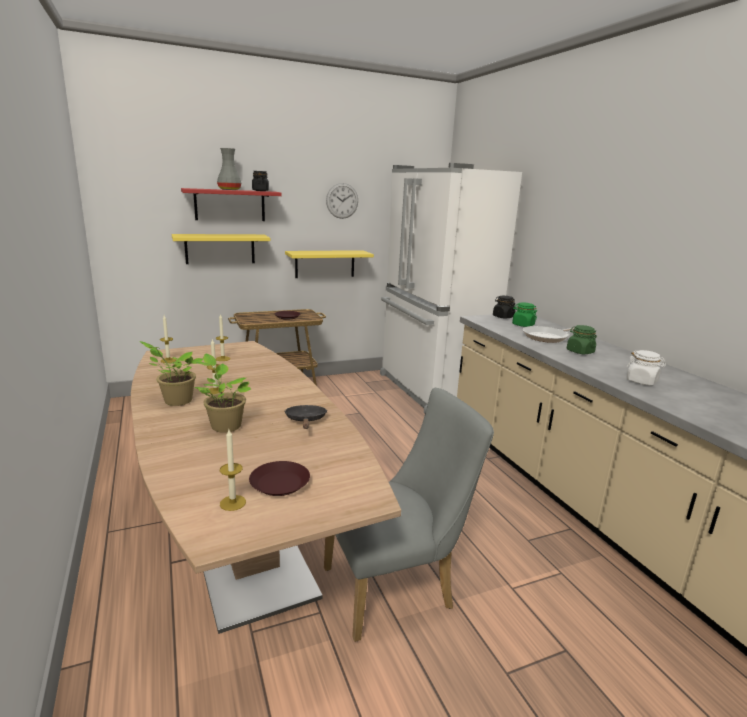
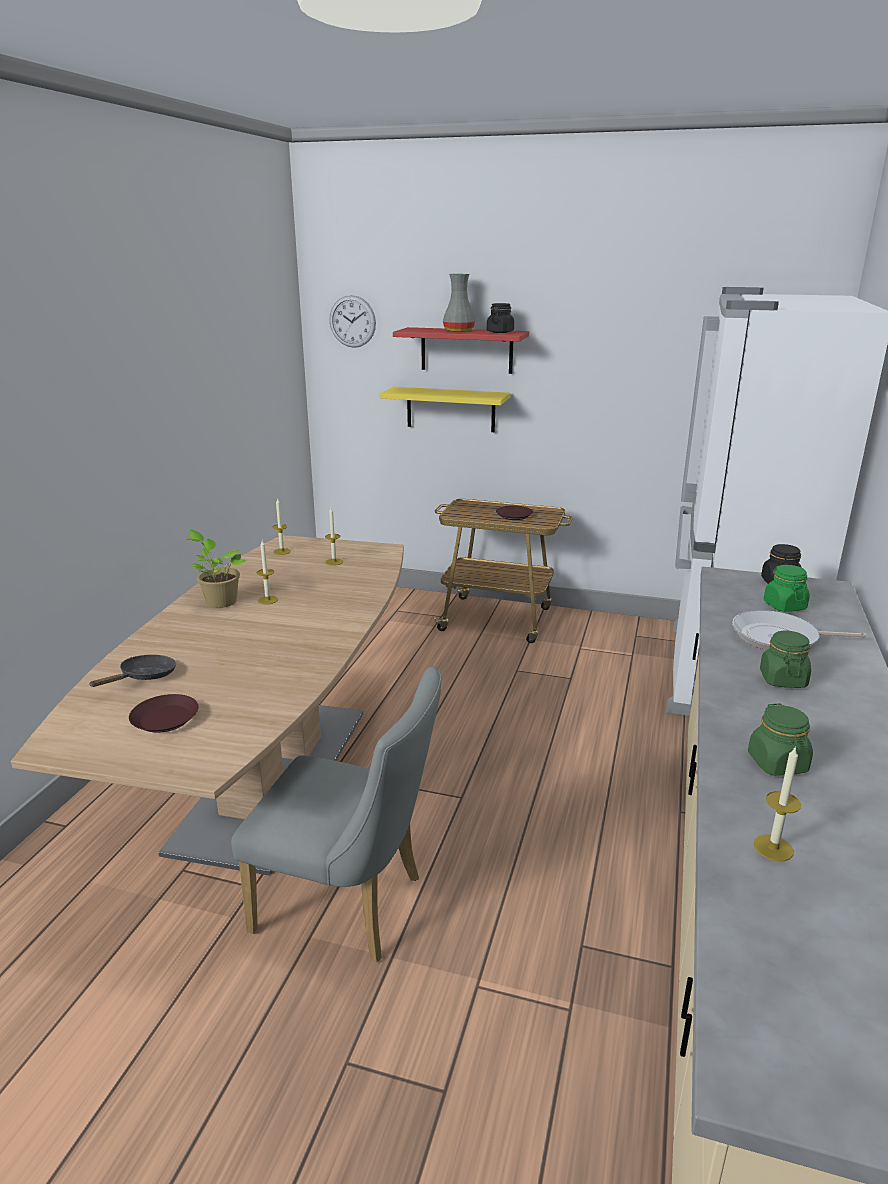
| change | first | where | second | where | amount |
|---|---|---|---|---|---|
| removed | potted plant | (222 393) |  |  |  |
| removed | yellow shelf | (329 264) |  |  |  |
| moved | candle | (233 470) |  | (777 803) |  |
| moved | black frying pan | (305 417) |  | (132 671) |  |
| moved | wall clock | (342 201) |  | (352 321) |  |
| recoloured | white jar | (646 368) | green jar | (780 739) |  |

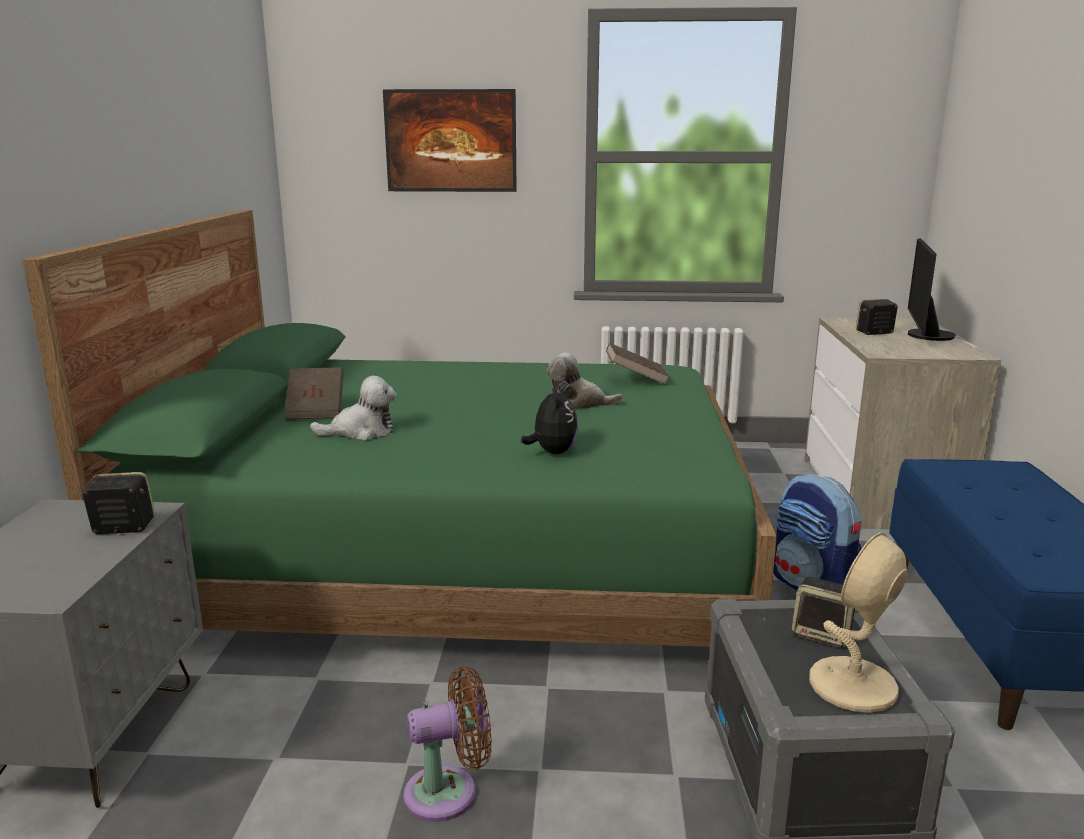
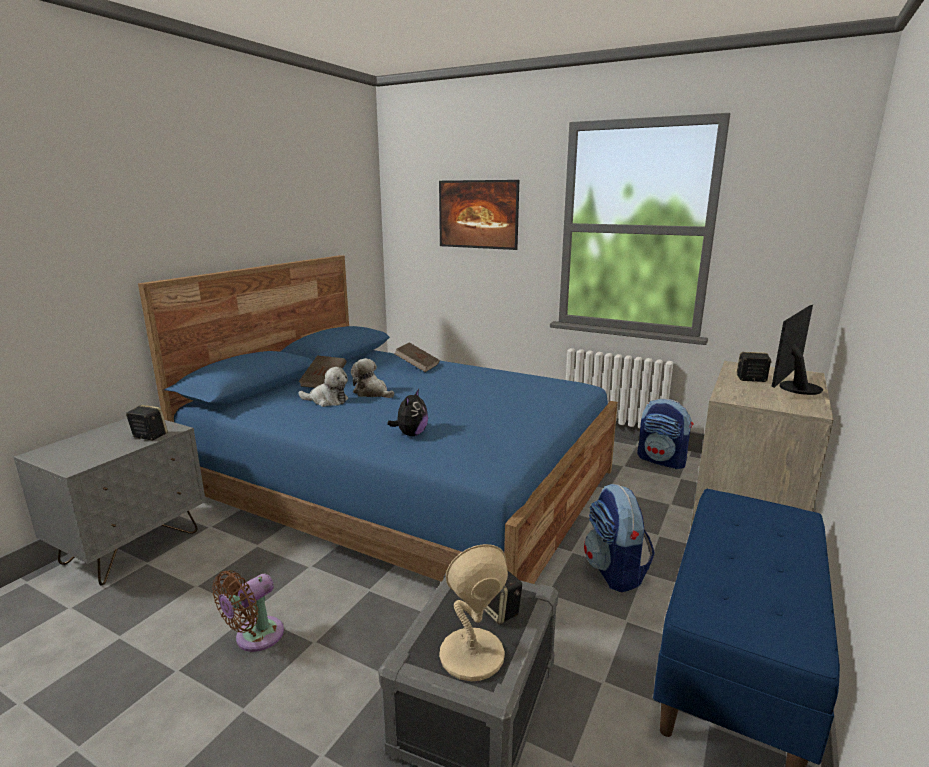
| change | first | where | second | where | amount |
|---|---|---|---|---|---|
| added |  |  | backpack | (665 434) |  |
| moved | plush toy | (584 381) |  | (372 378) |  |
| moved | brown book | (638 364) |  | (417 357) |  |
| recoloured | green bed | (399 428) | blue bed | (378 419) |  |
| turned | brown fan | (447 744) |  | (248 611) | 120 degrees clockwise |

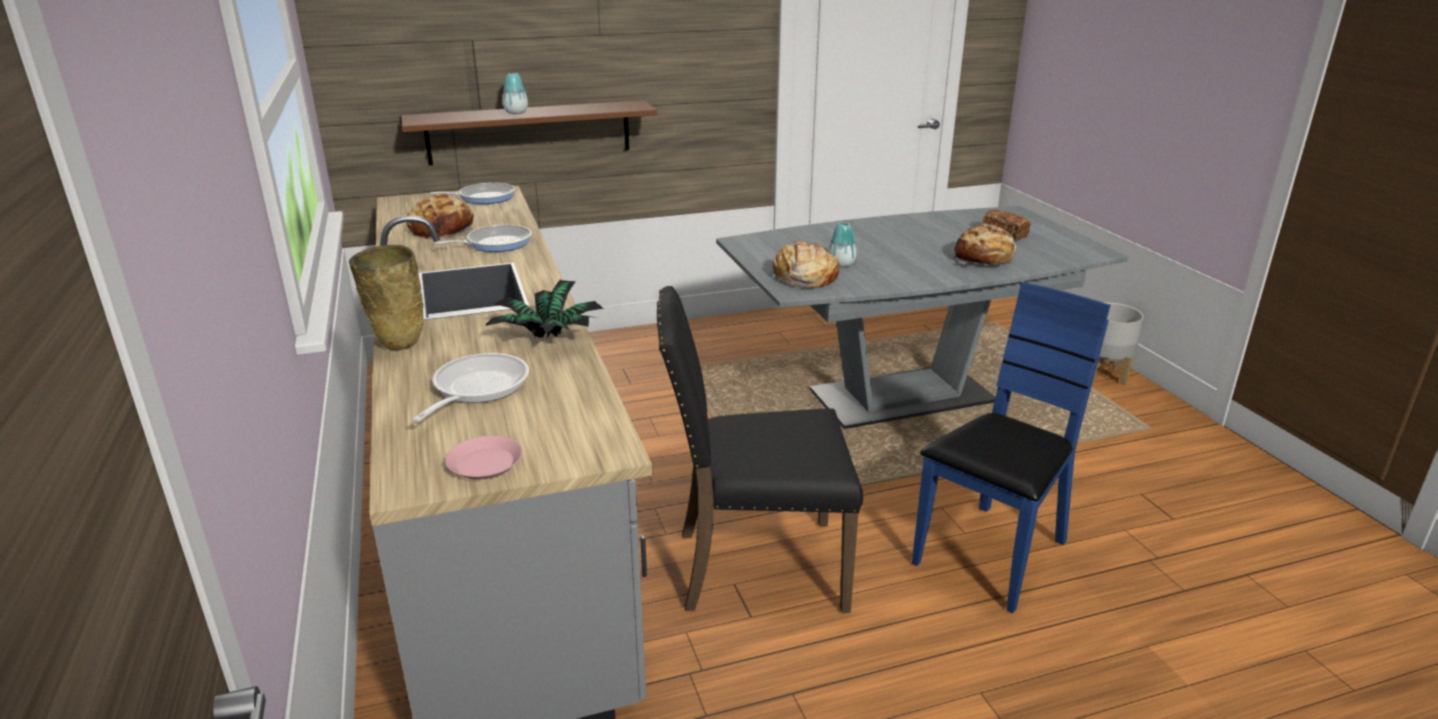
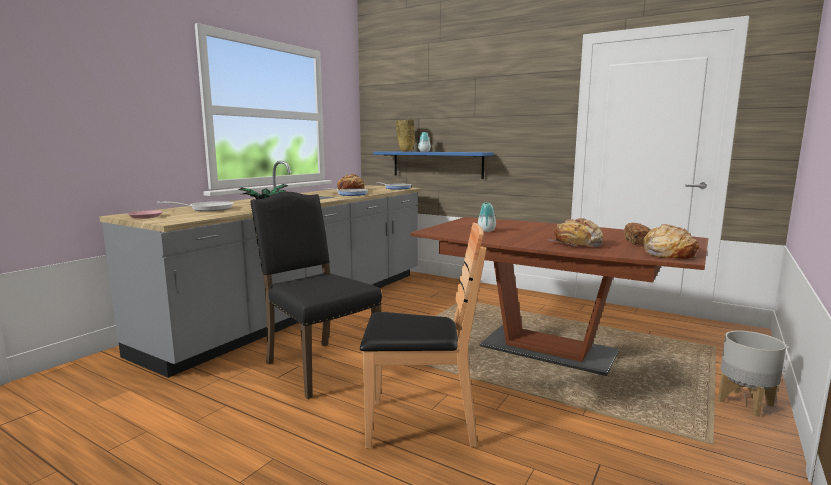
| change | first | where | second | where | amount |
|---|---|---|---|---|---|
| moved | beige vase | (386 297) |  | (405 135) |  |
| moved | bread | (805 264) |  | (671 241) |  |
| recoloured | brown shelf | (529 132) | blue shelf | (433 165) |  |
| recoloured | grey dining table | (922 317) | brown dining table | (559 296) |  |
| recoloured | blue chair | (1011 447) | brown chair | (423 335) |  |

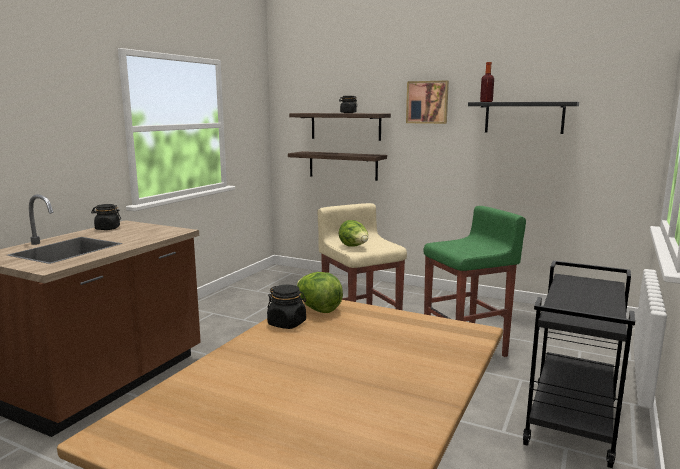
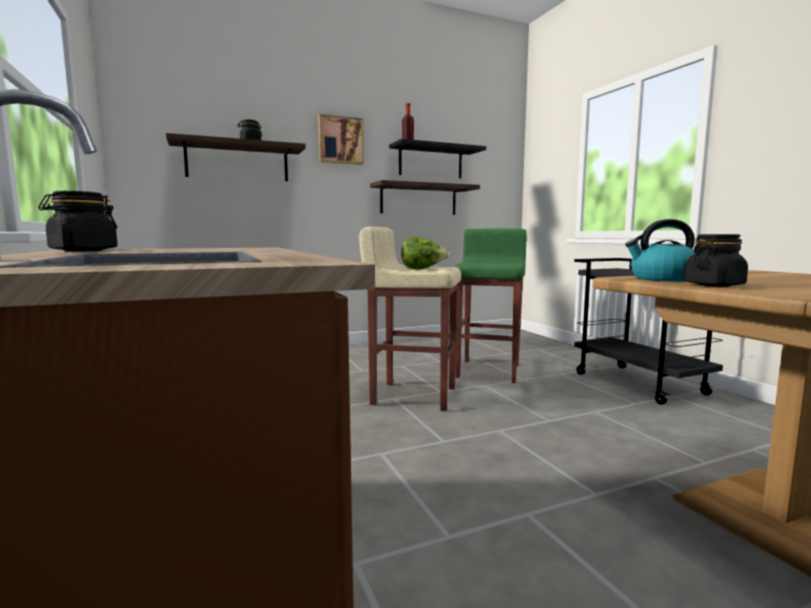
| change | first | where | second | where | amount |
|---|---|---|---|---|---|
| moved | shelf | (337 166) |  | (425 197) |  |
| replaced | lettuce | (320 292) | kettle | (660 250) |  |

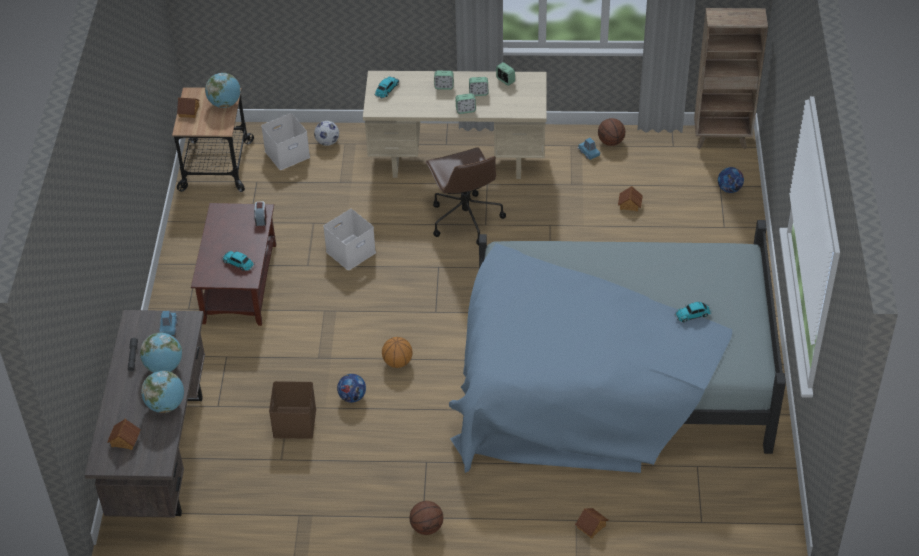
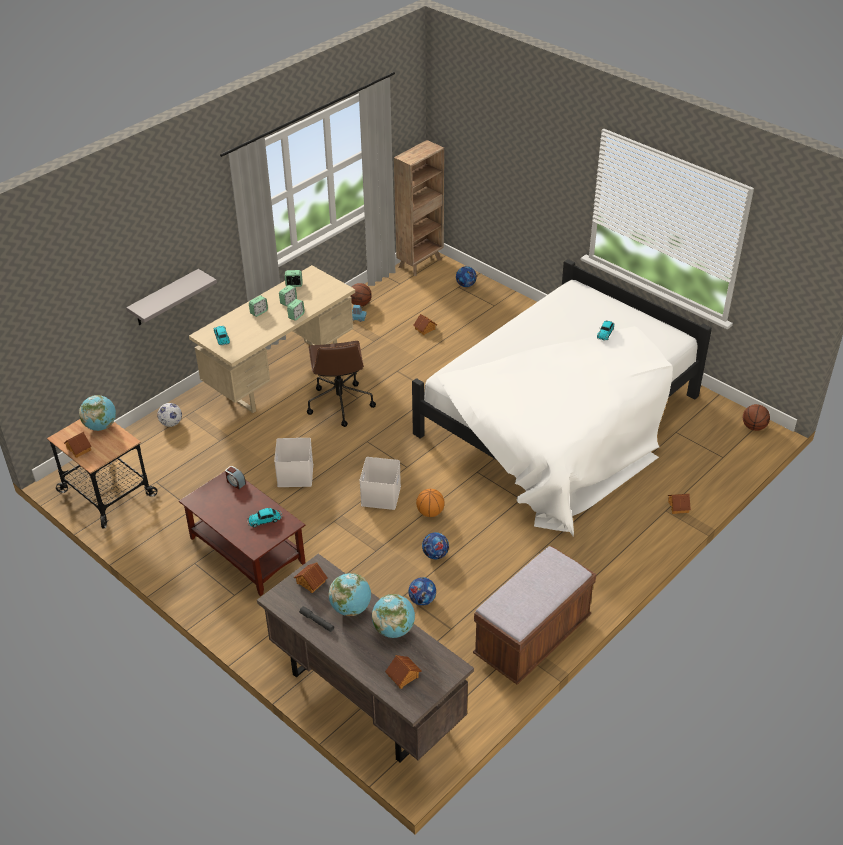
| change | first | where | second | where | amount |
|---|---|---|---|---|---|
| added |  |  | grey shelf | (171 297) |  |
| added |  |  | brown bench | (534 615) |  |
| moved | white storage box | (285 141) |  | (380 483) |  |
| moved | basketball | (426 518) |  | (756 417) |  |
| replaced | blue toy car | (168 323) | toy house | (310 577) |  |
| replaced | brown storage box | (292 410) | football | (422 591) |  |
| recoloured | blue bed | (617 346) | white bed | (562 397) |  |
| turned | brown office chair | (466 196) |  | (341 384) | 60 degrees clockwise |

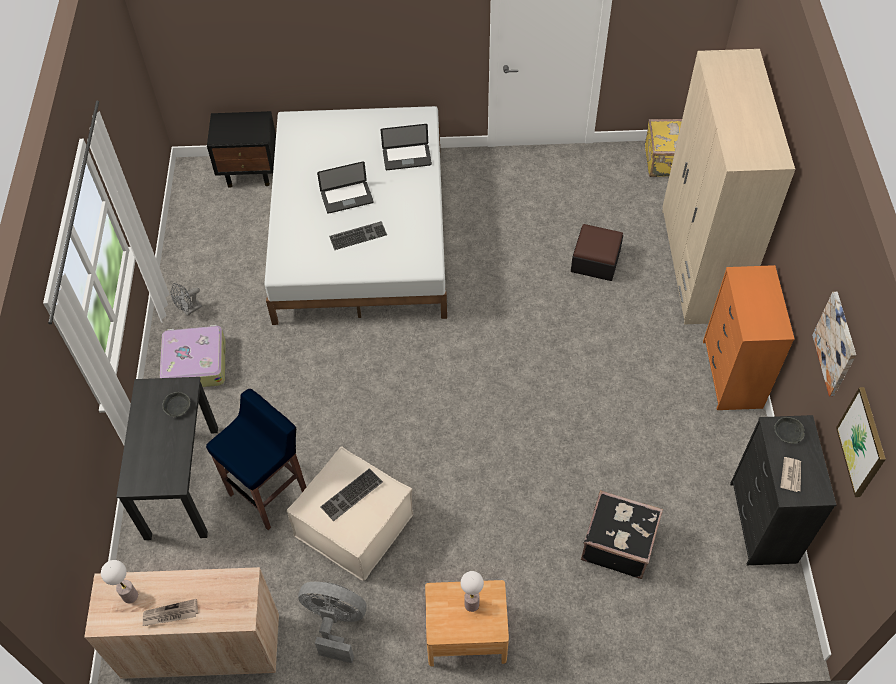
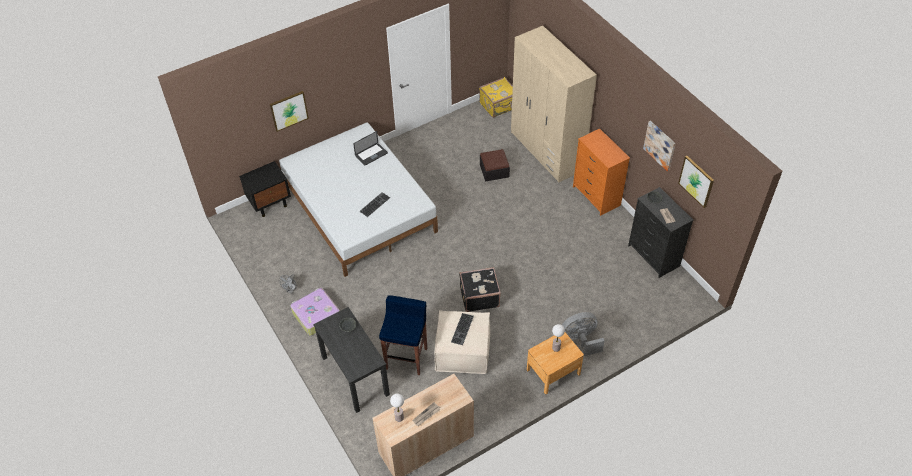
| change | first | where | second | where | amount |
|---|---|---|---|---|---|
| removed | laptop | (345 187) |  |  |  |
| added |  |  | picture | (289 111) |  |
| moved | grey fan | (332 622) |  | (583 334) |  |
| moved | black suitcase | (622 534) |  | (480 289) |  |

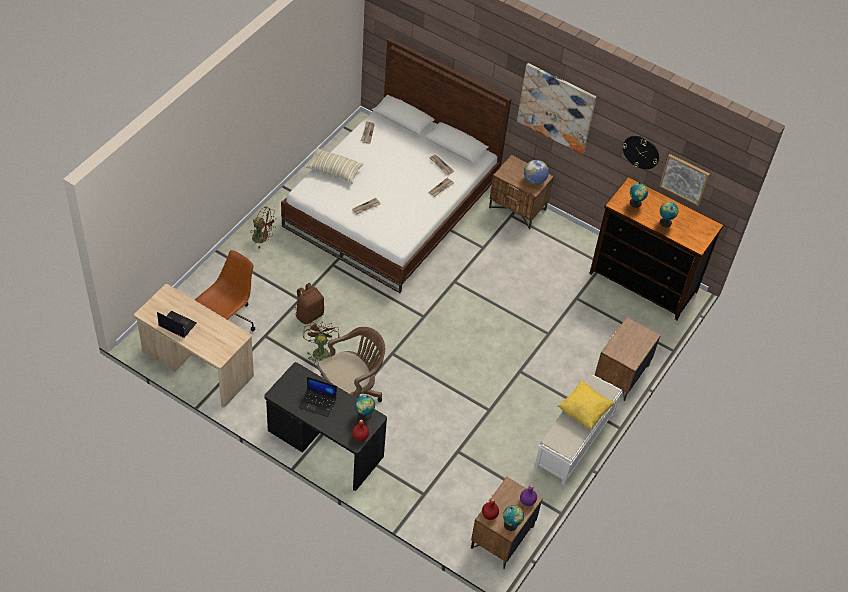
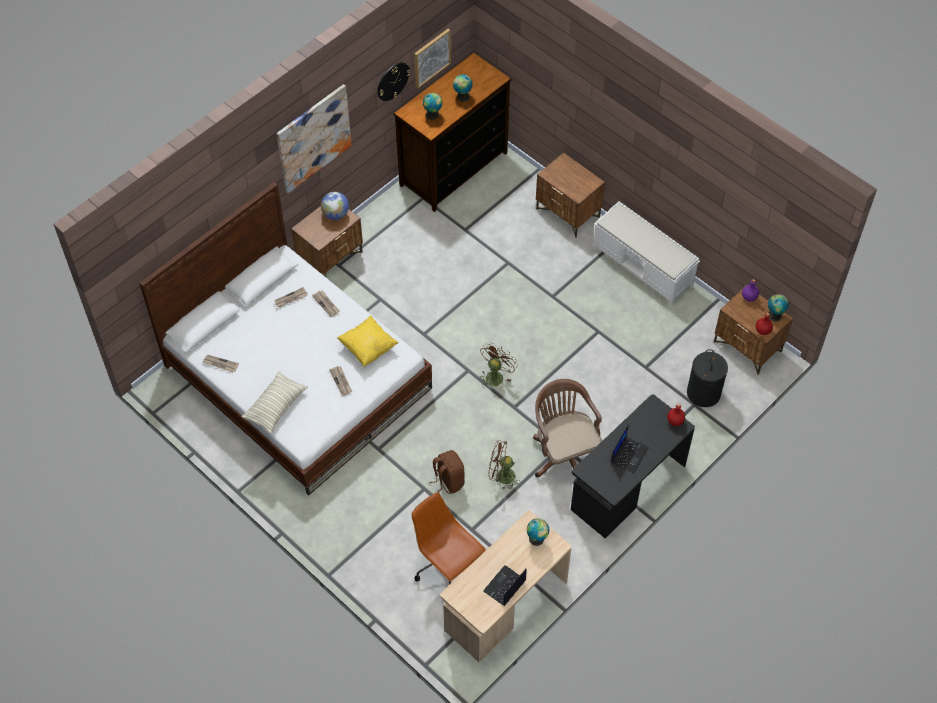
| change | first | where | second | where | amount |
|---|---|---|---|---|---|
| added |  |  | black laundry basket | (707 378) |  |
| moved | brown fan | (264 227) |  | (498 365) |  |
| moved | globe | (365 408) |  | (538 532) |  |
| moved | yellow pillow | (585 405) |  | (368 341) |  |

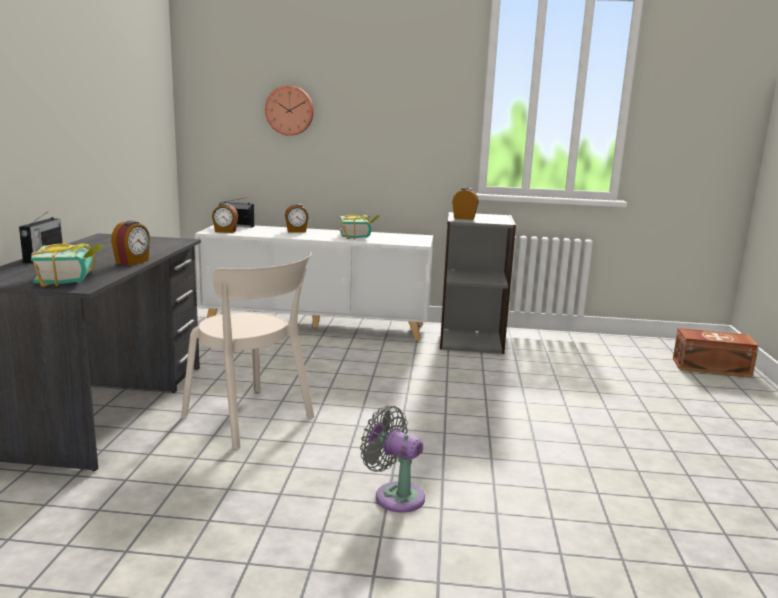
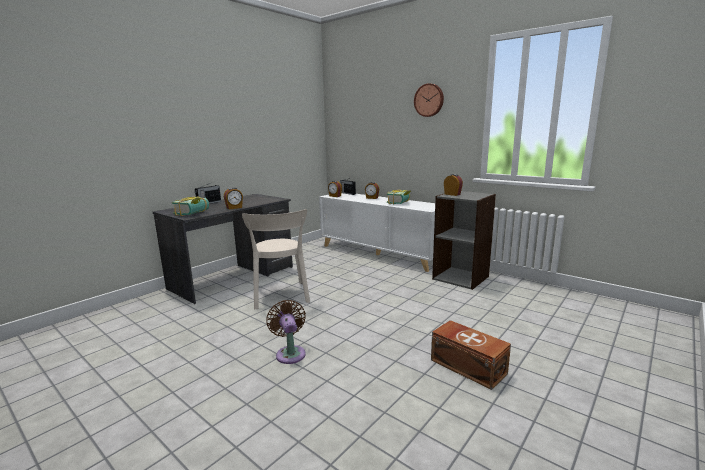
| change | first | where | second | where | amount |
|---|---|---|---|---|---|
| moved | wall clock | (289 110) |  | (429 100) |  |
| moved | brown storage box | (716 353) |  | (471 355) |  |
| recoloured | grey fan | (392 459) | brown fan | (286 332) |  |

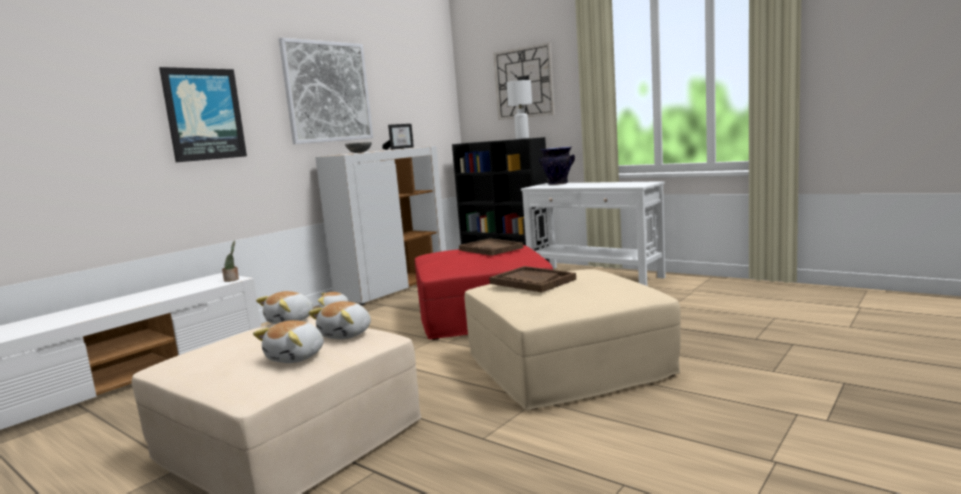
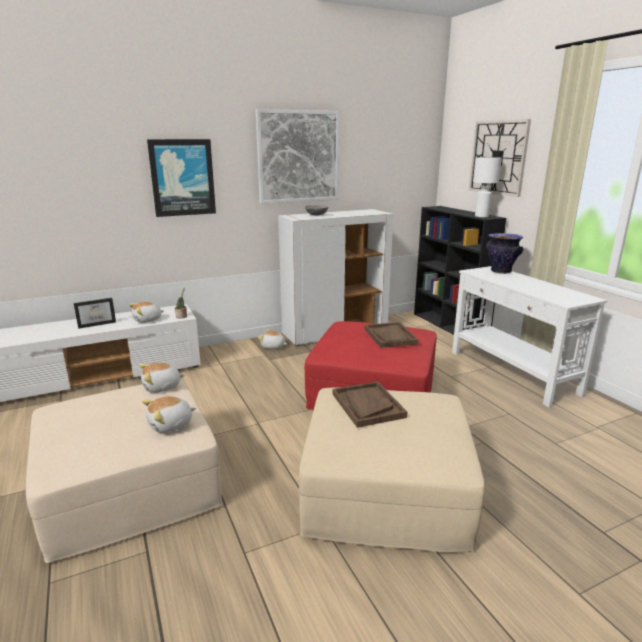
| change | first | where | second | where | amount |
|---|---|---|---|---|---|
| moved | plush toy | (288 341) |  | (146 312) |  |
| moved | picture frame | (398 137) |  | (95 313) |  |

